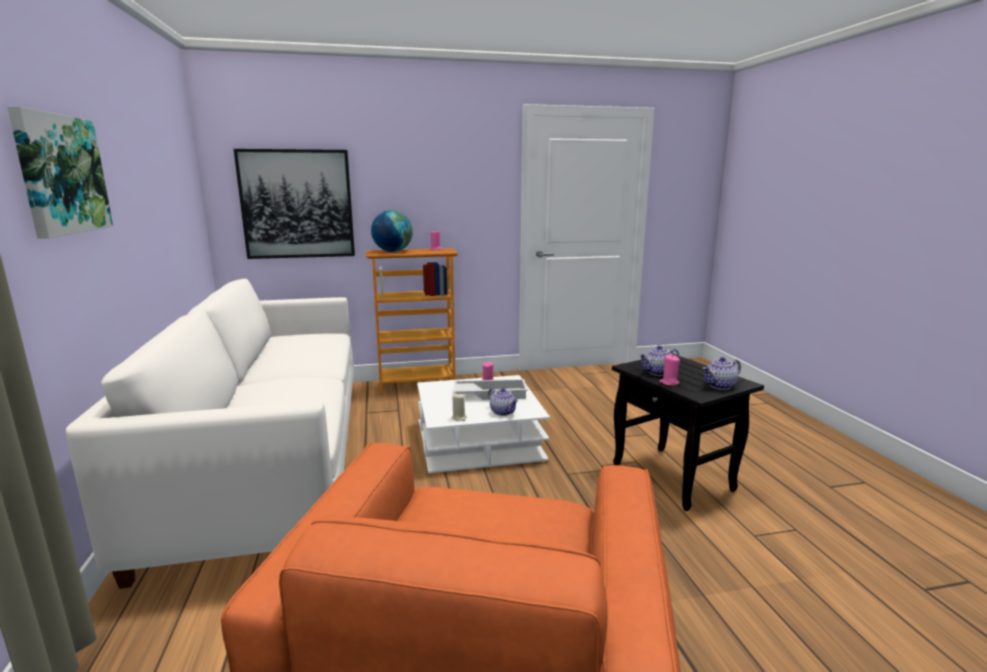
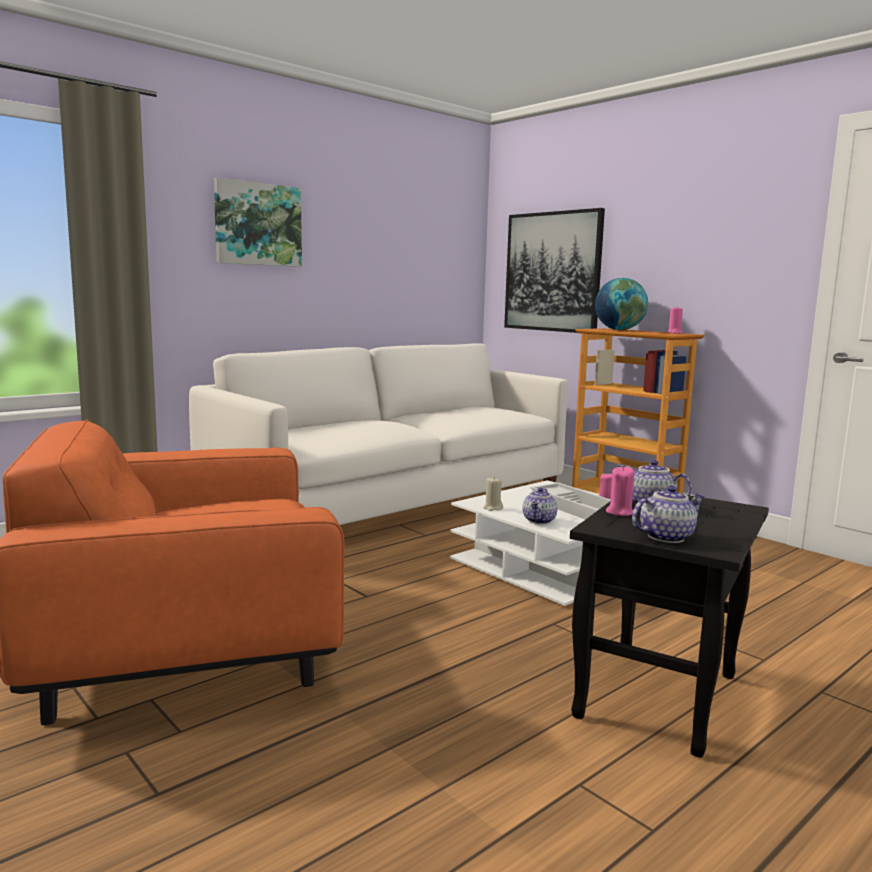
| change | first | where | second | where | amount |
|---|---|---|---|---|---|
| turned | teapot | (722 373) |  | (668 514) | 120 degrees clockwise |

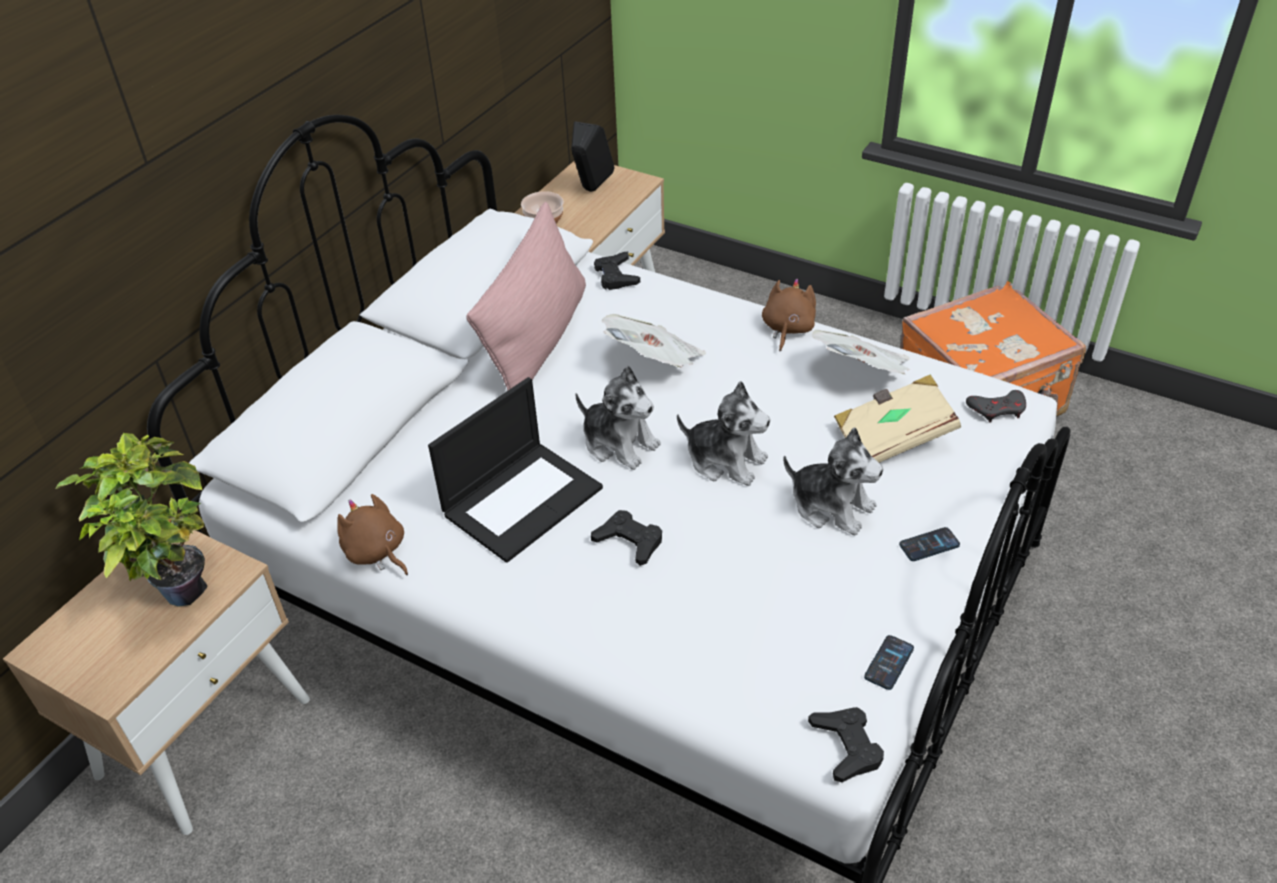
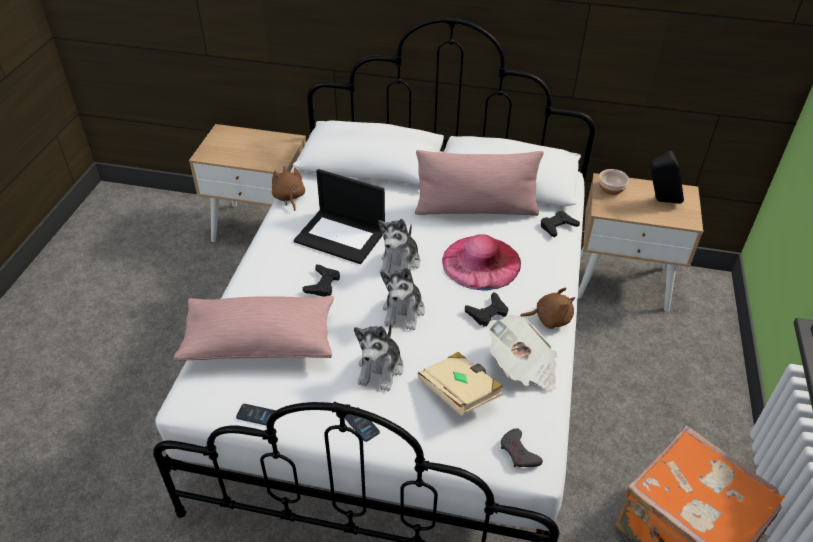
| change | first | where | second | where | amount |
|---|---|---|---|---|---|
| removed | potted plant | (132 520) |  |  |  |
| added |  |  | pink pillow | (254 328) |  |
| moved | black game controller | (846 744) |  | (486 309) |  |
| replaced | newspaper | (653 341) | pink hat | (481 262) |  |
| turned | brown plush toy | (372 534) |  | (288 188) | 45 degrees counterclockwise |

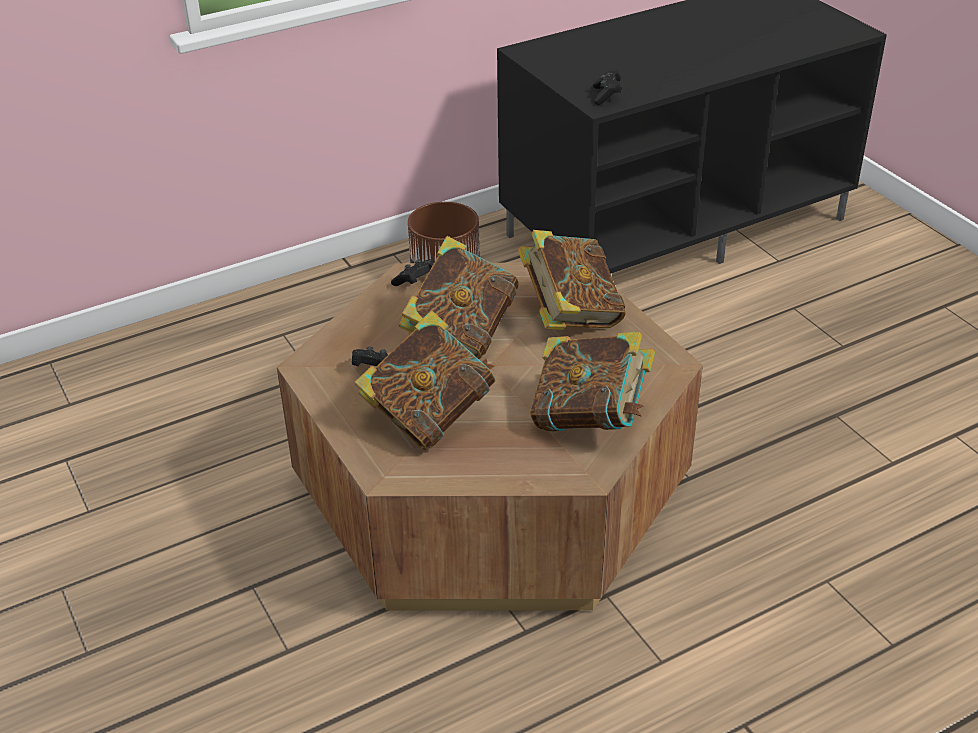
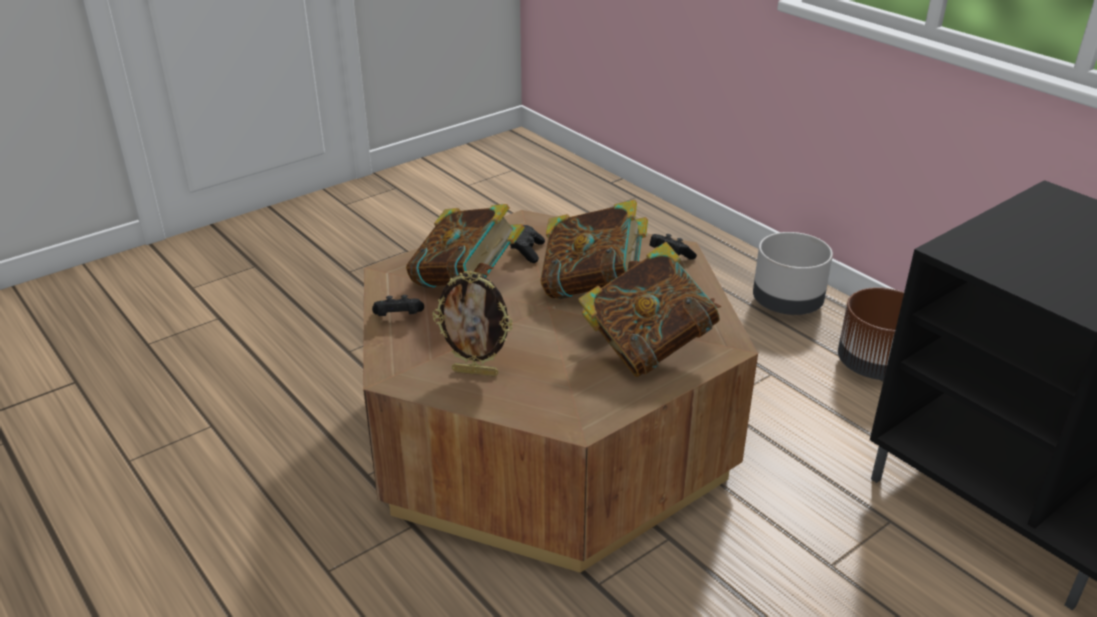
| change | first | where | second | where | amount |
|---|---|---|---|---|---|
| added |  |  | grey planter | (793 273) |  |
| moved | black game controller | (607 87) |  | (398 305) |  |
| replaced | book | (592 381) | picture frame | (472 323) |  |

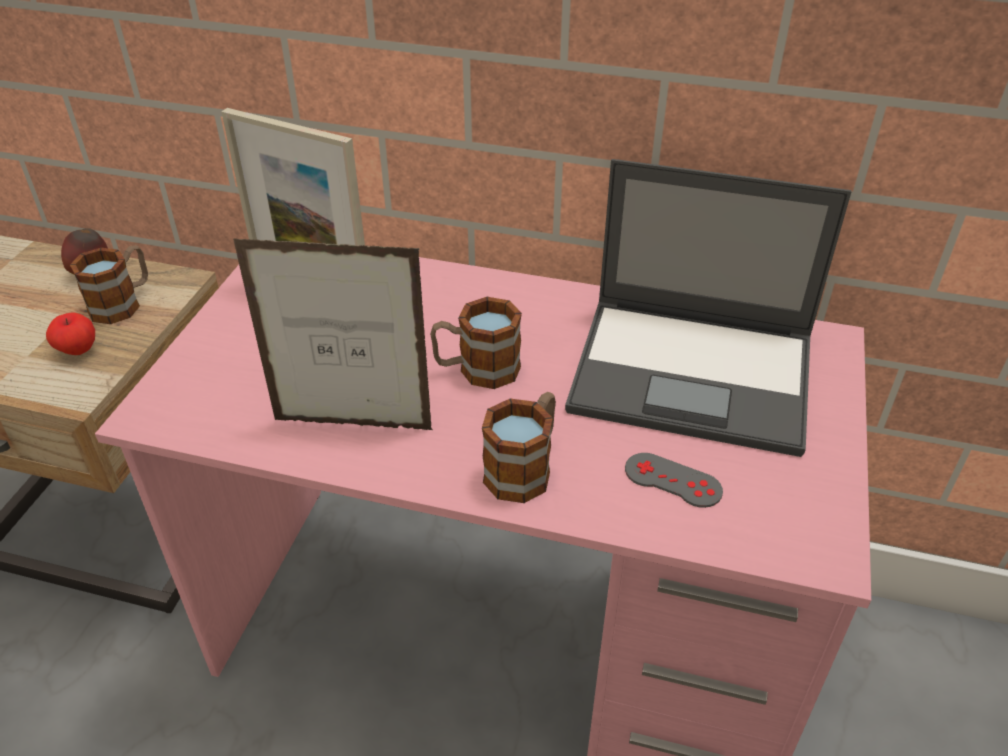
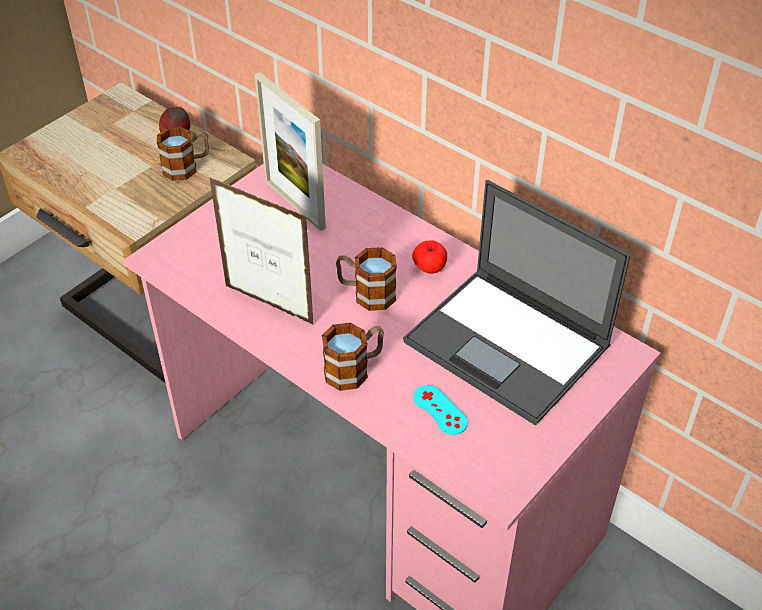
| change | first | where | second | where | amount |
|---|---|---|---|---|---|
| moved | apple | (70 333) |  | (429 257) |  |
| recoloured | grey game controller | (674 480) | turquoise game controller | (440 410) |  |

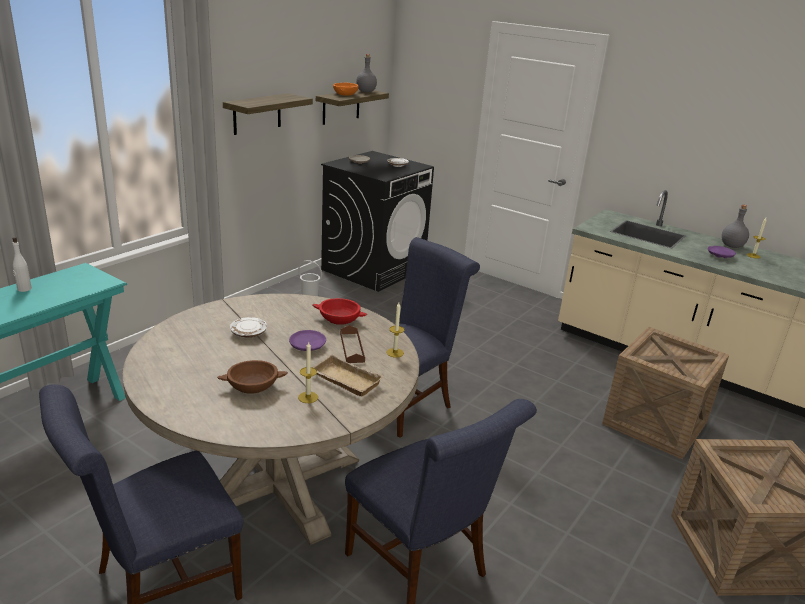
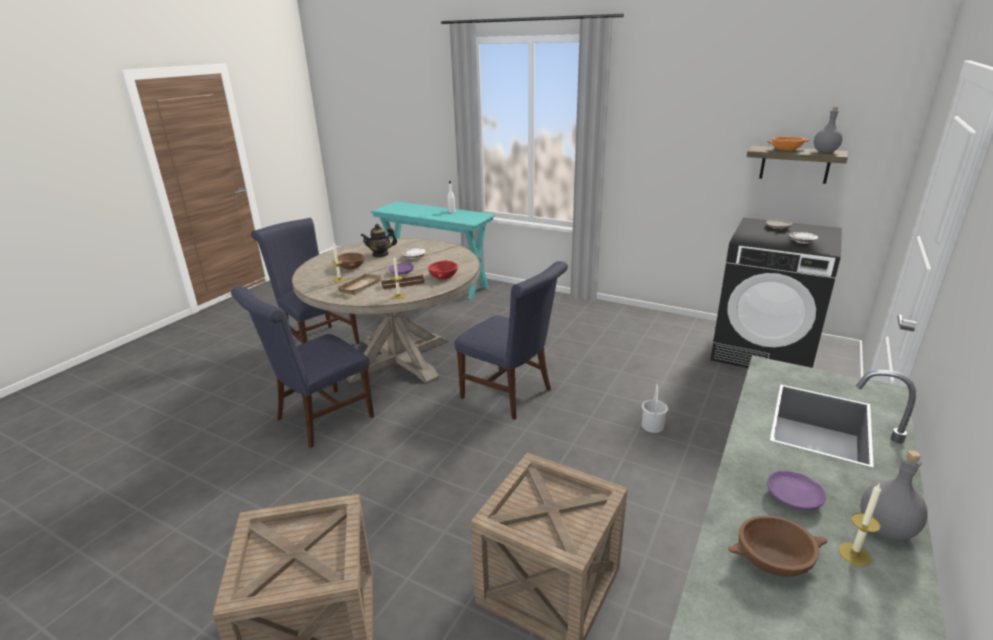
| change | first | where | second | where | amount |
|---|---|---|---|---|---|
| removed | shelf | (268 114) |  |  |  |
| added |  |  | teapot | (379 240) |  |
| added |  |  | brown bowl | (778 546) |  |
| moved | white bucket | (310 278) |  | (655 408) |  |

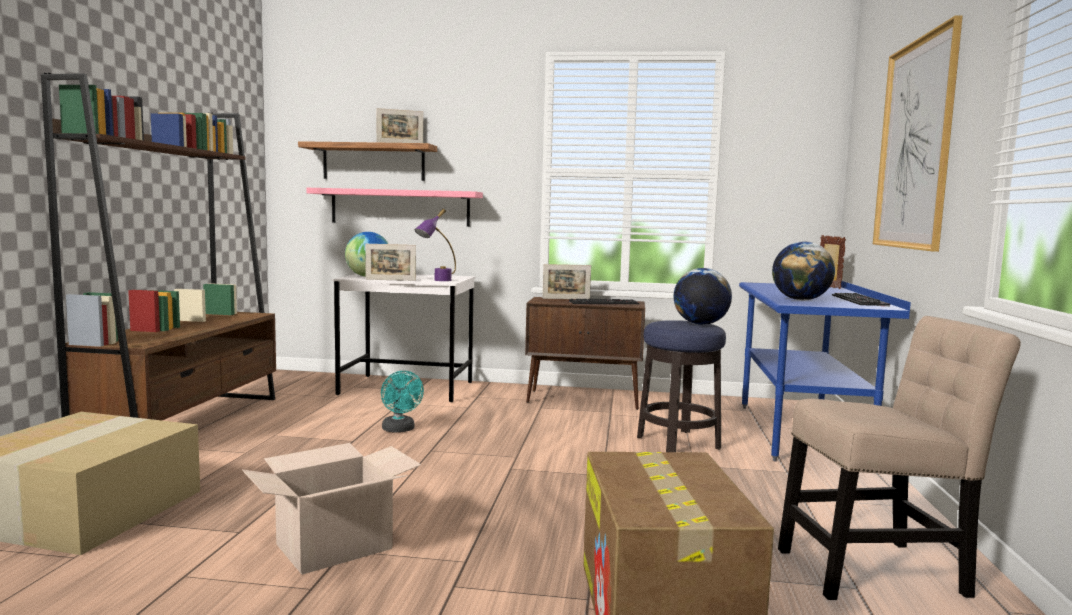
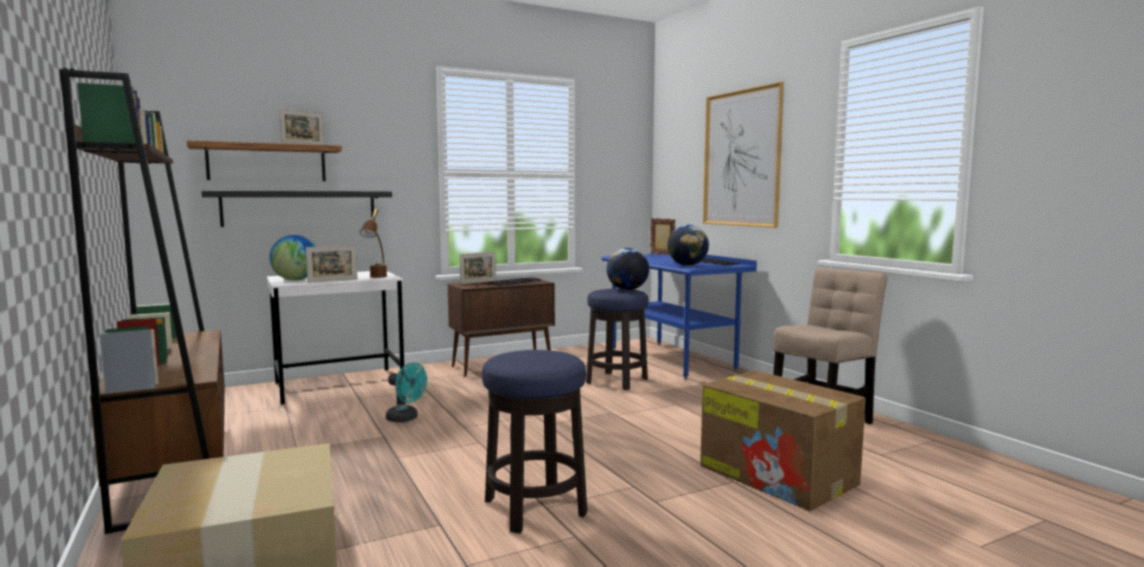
| change | first | where | second | where | amount |
|---|---|---|---|---|---|
| replaced | cardboard box | (331 509) | stool | (534 441) |  |
| recoloured | pink shelf | (394 207) | black shelf | (297 209) |  |
| recoloured | purple table lamp | (435 245) | brown table lamp | (373 243) |  |

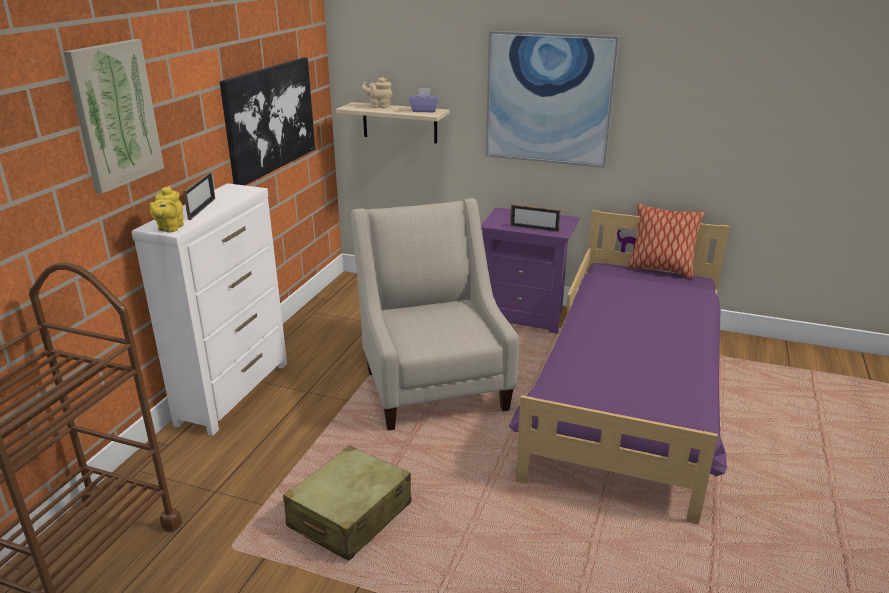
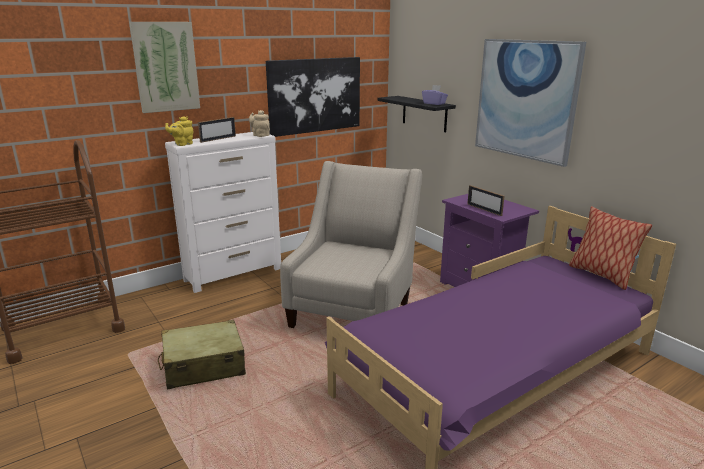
| change | first | where | second | where | amount |
|---|---|---|---|---|---|
| moved | beige teapot | (377 92) |  | (259 123) |  |
| recoloured | beige shelf | (392 123) | black shelf | (417 114) |  |

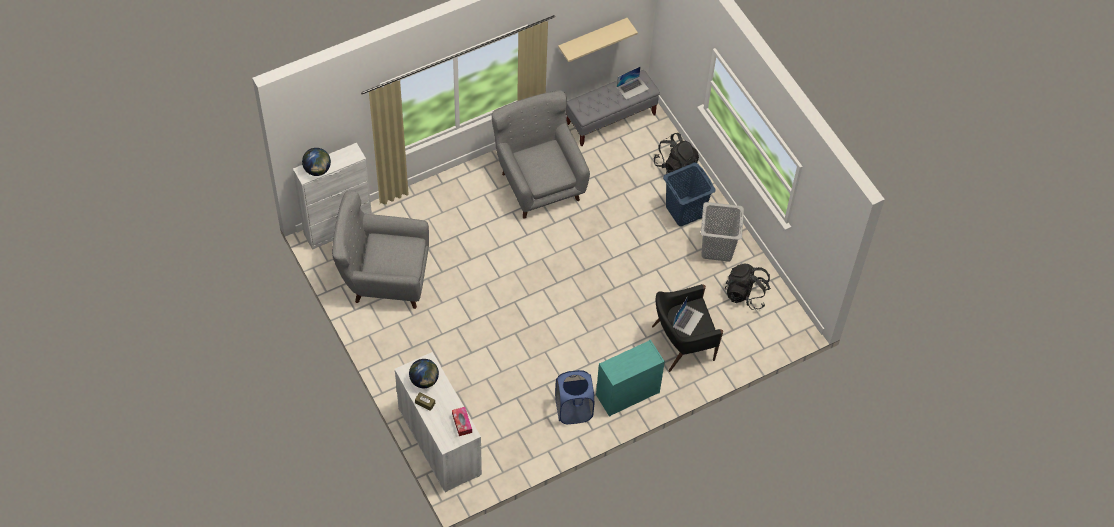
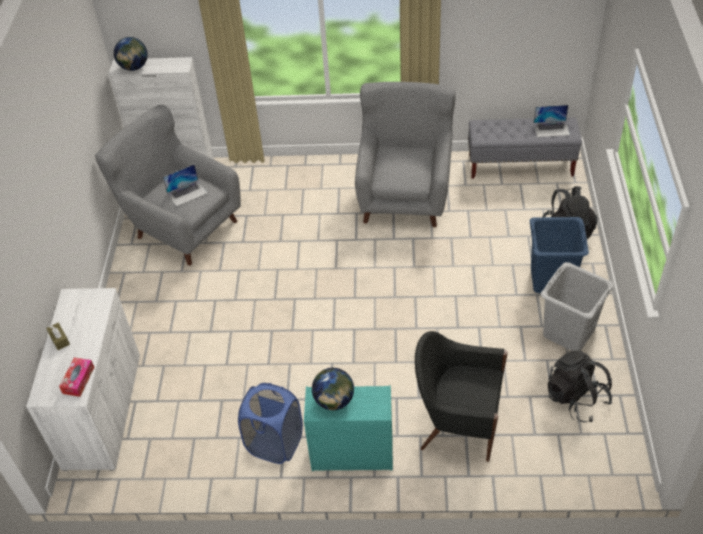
| change | first | where | second | where | amount |
|---|---|---|---|---|---|
| removed | beige shelf | (598 40) |  |  |  |
| moved | globe | (424 373) |  | (333 389) |  |
| moved | laptop | (688 315) |  | (185 185) |  |

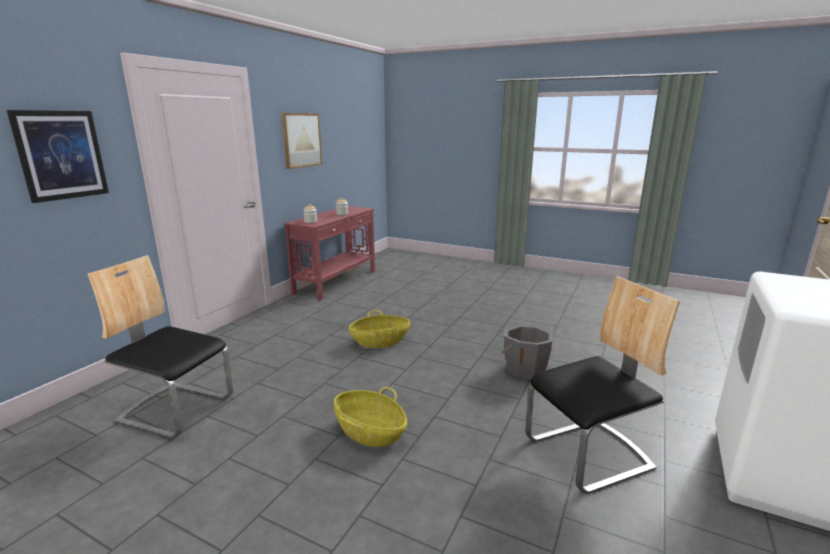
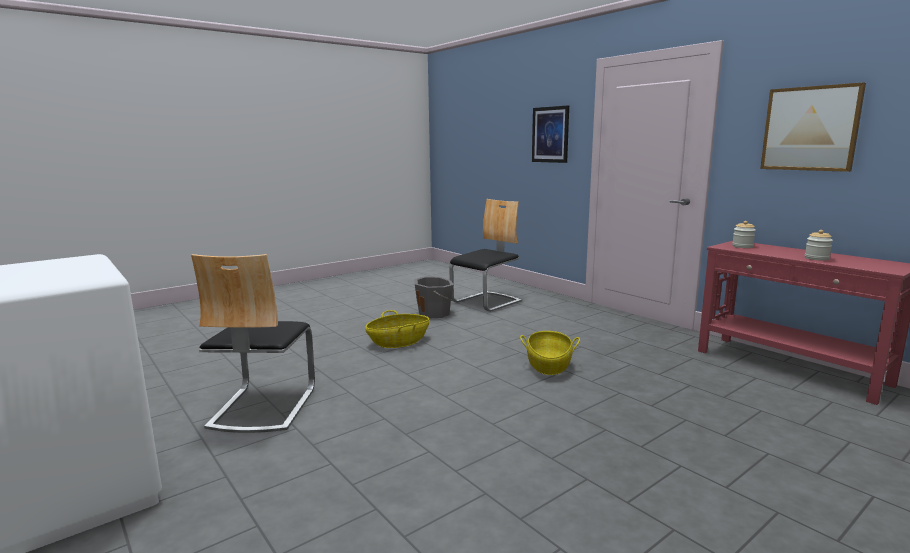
| change | first | where | second | where | amount |
|---|---|---|---|---|---|
| moved | grey bucket | (527 352) |  | (434 297) |  |

